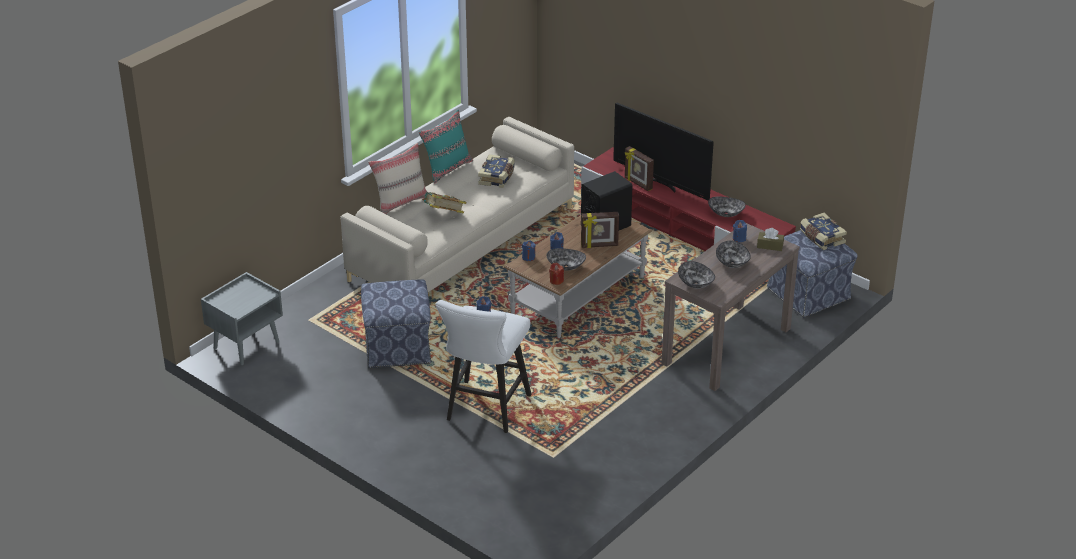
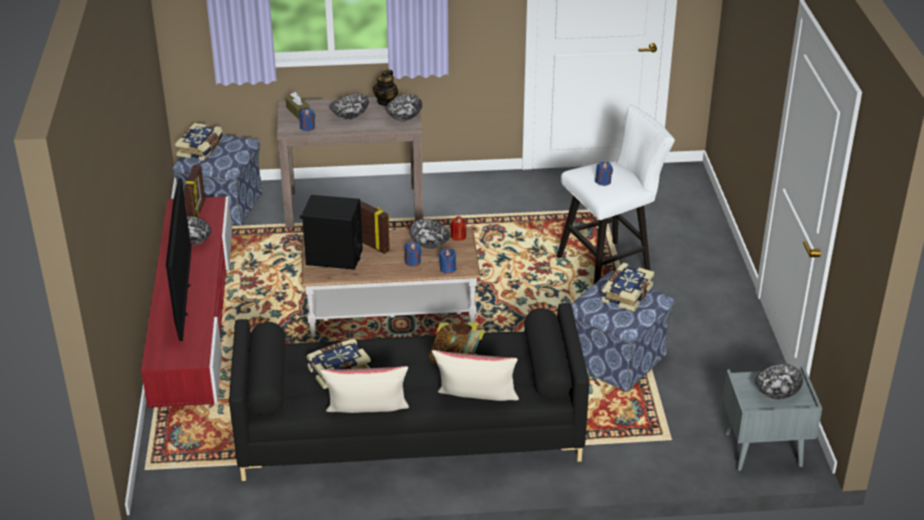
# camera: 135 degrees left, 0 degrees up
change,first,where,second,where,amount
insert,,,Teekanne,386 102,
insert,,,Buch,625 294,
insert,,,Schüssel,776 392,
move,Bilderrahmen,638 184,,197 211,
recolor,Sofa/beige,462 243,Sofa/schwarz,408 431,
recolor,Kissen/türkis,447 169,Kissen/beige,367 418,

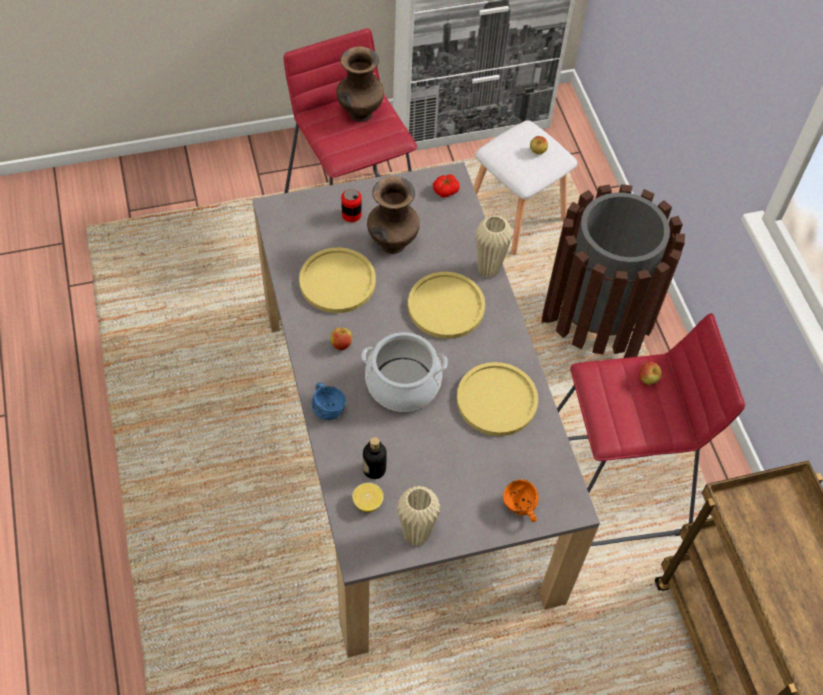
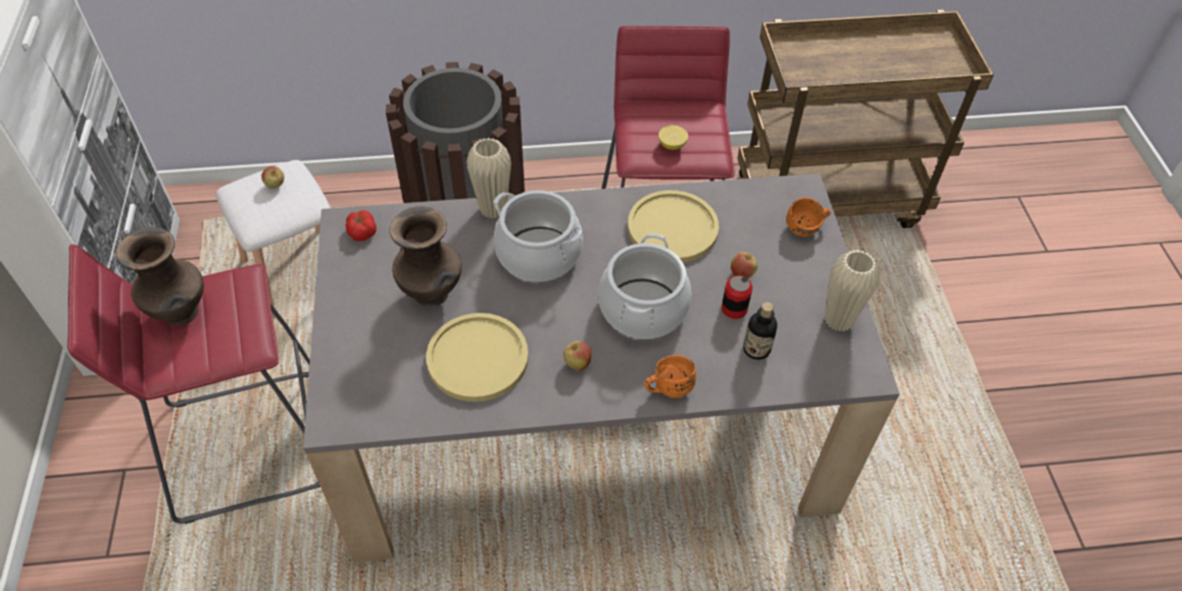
# camera: 80 degrees left, 5 degrees down
change,first,where,second,where,amount
move,Dose,351 215,,734 309,
move,Zitrone,367 502,,672 145,
move,Apfel,647 380,,742 274,
replace,Teller/gelb,446 306,Kochtopf,538 254,
recolor,Henkelbecher/blau,328 407,Henkelbecher/orange,667 387,

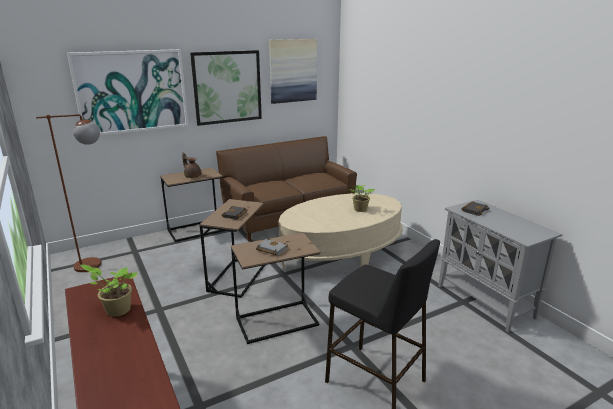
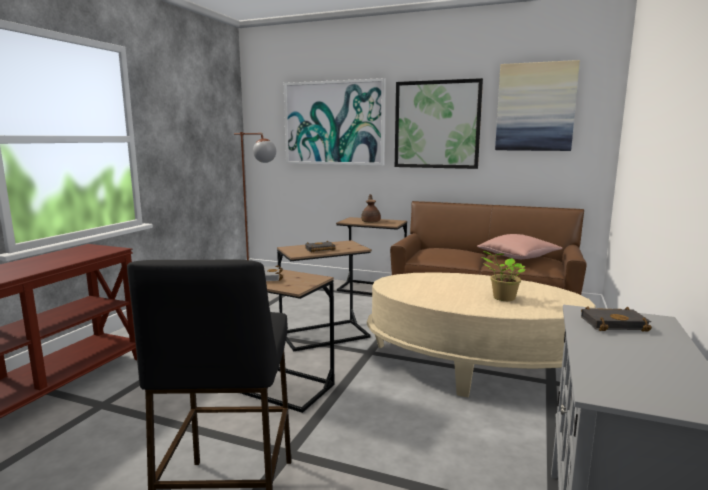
# camera: 50 degrees right, 10 degrees down
change,first,where,second,where,amount
delete,Topfpflanze,116 310,,,
insert,,,Kissen/rosa,518 256,

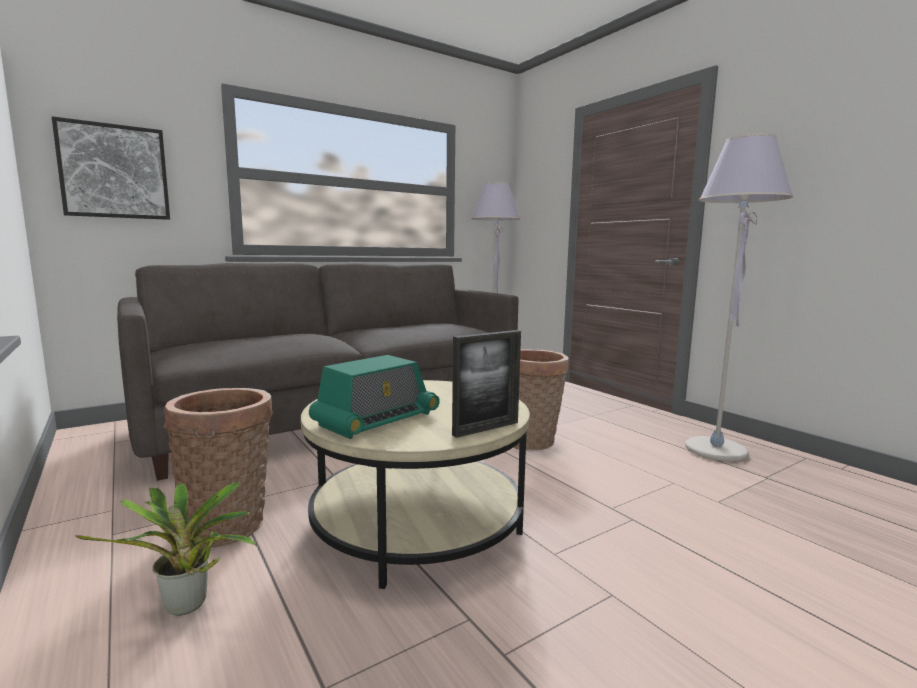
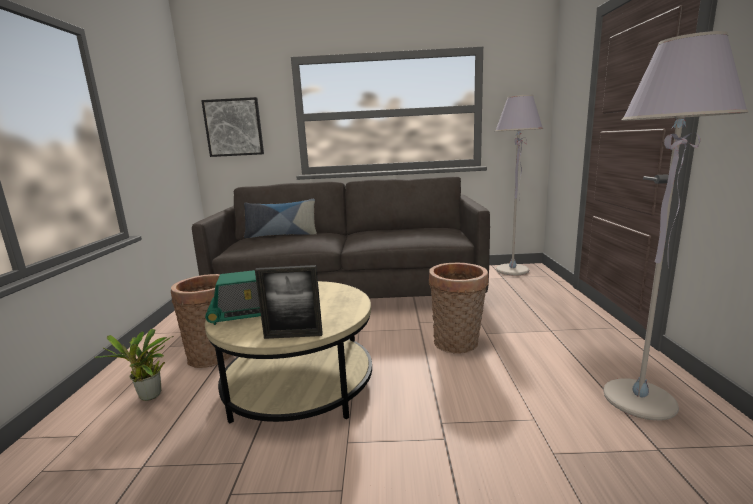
# camera: 35 degrees right, 5 degrees up
change,first,where,second,where,amount
insert,,,Kissen,281 235,

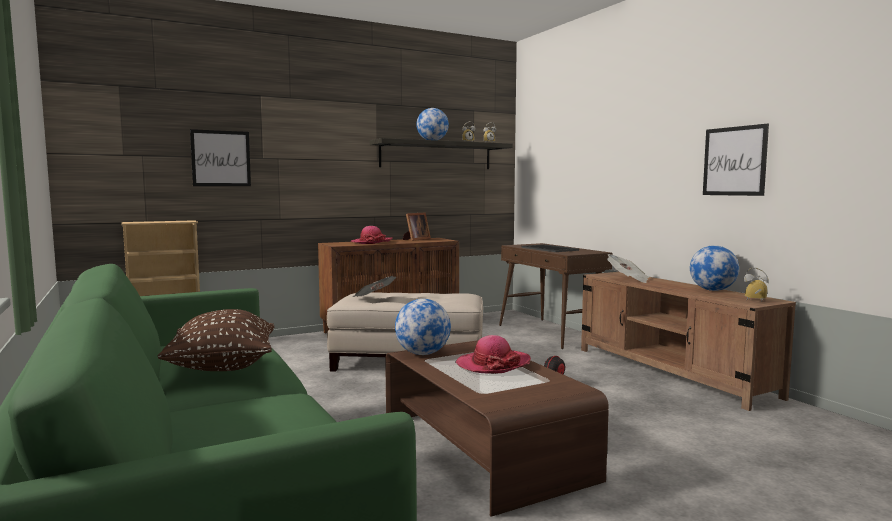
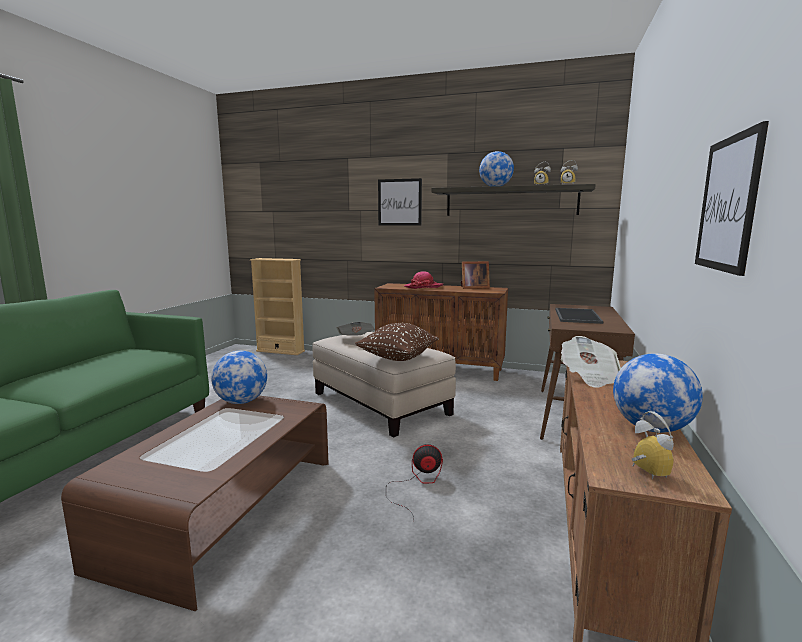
# camera: 45 degrees right, 5 degrees up
change,first,where,second,where,amount
delete,Hut,493 364,,,
move,Kissen/braun,223 367,,397 358,
move,Bild,221 158,,399 202,

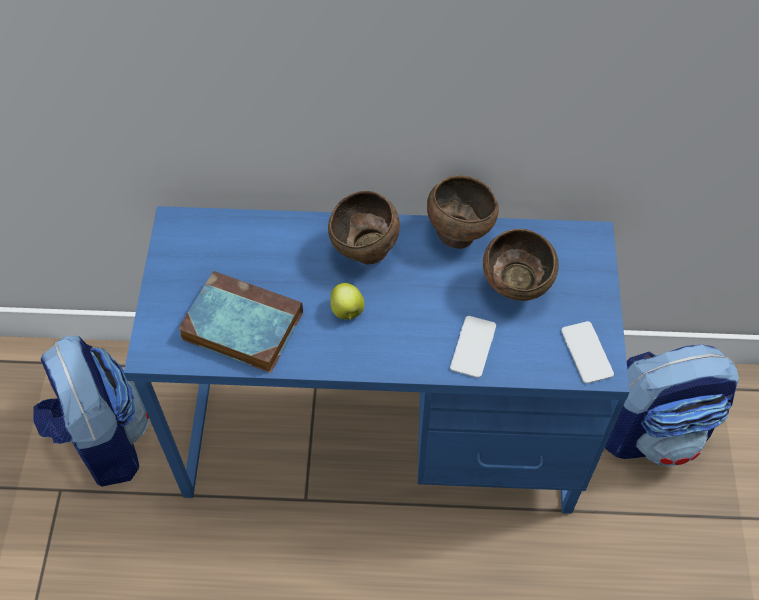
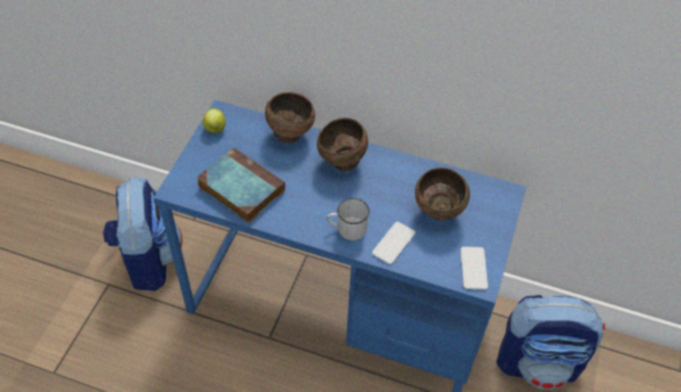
# camera: 15 degrees right, 5 degrees down
change,first,where,second,where,amount
insert,,,Henkelbecher/weiß,347 229,
move,Apfel,347 311,,215 129,
move,Schüssel/braun,458 233,,290 134,

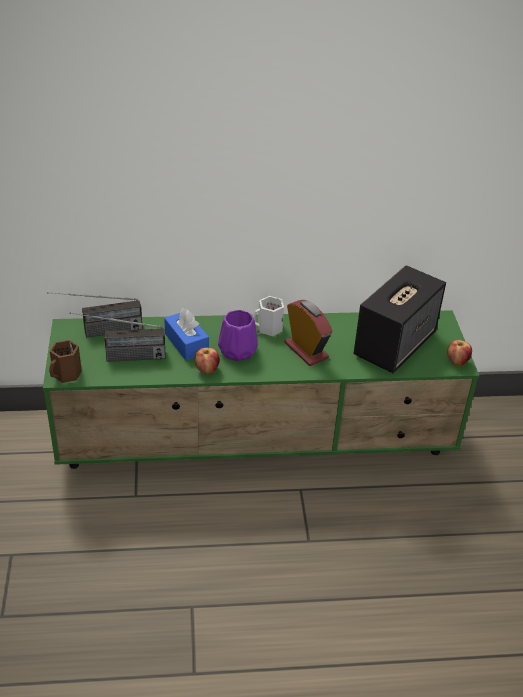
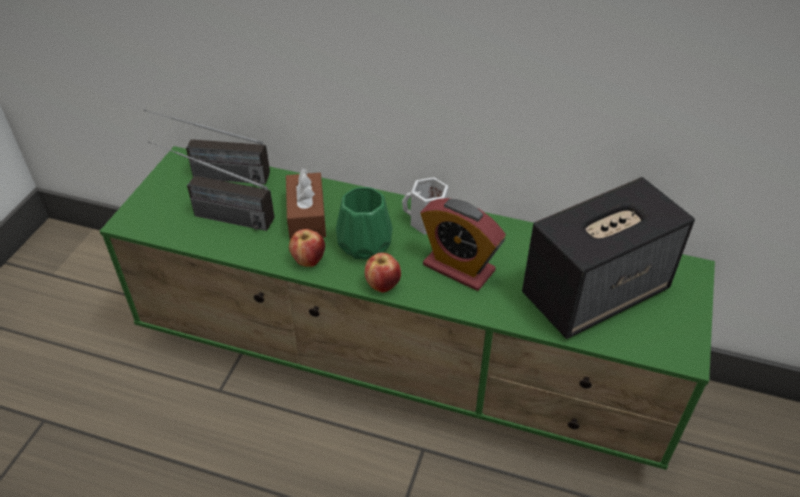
# camera: 25 degrees right, 5 degrees up
change,first,where,second,where,amount
delete,Henkelbecher/braun,67 374,,,
move,Apfel,457 362,,383 285,
recolor,Taschentuchbox/blau,186 343,Taschentuchbox/braun,306 216,
recolor,Vase/lila,237 351,Vase/grün,365 243,
rotate,Wecker,306 350,,458 268,135 degrees clockwise

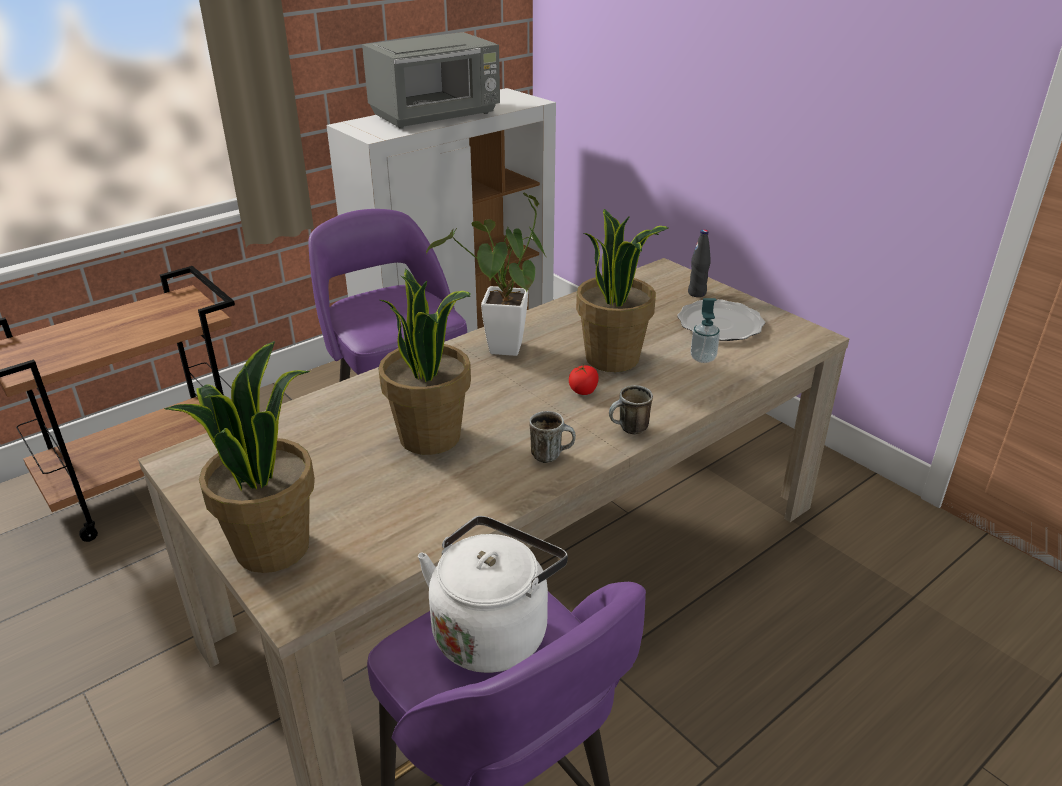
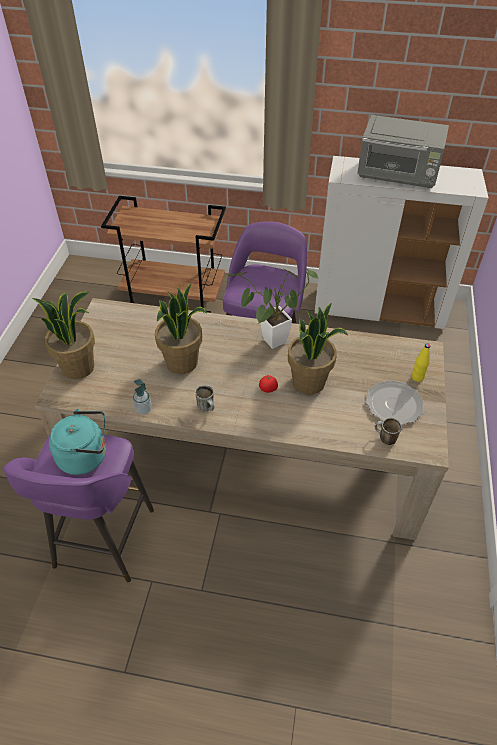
# camera: 50 degrees right, 15 degrees up
change,first,where,second,where,amount
move,Henkelbecher,629 430,,384 439,
move,Seifenspender,703 358,,143 409,
recolor,Wasserkessel/weiß,493 630,Wasserkessel/türkis,86 456,
recolor,Flasche/schwarz,697 293,Flasche/gelb,417 377,

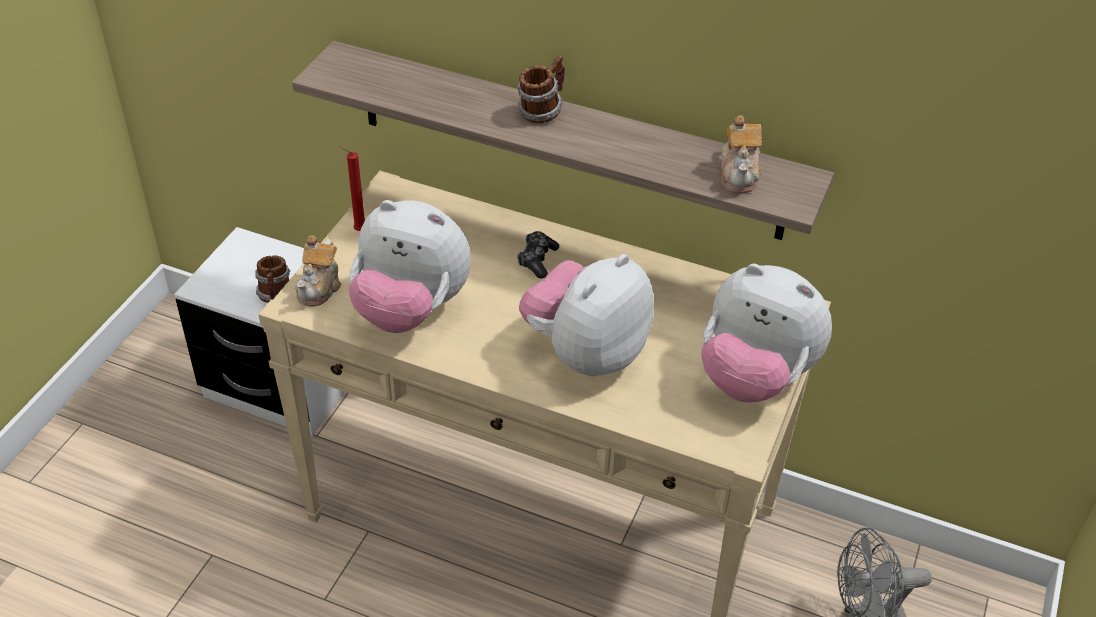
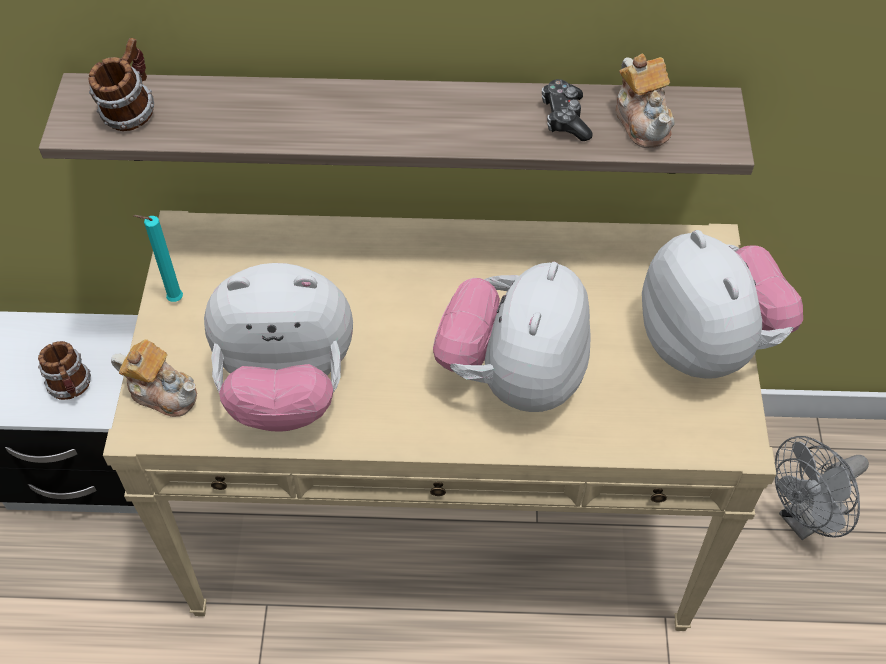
# camera: 20 degrees left, 10 degrees up
change,first,where,second,where,amount
move,Henkelbecher,541 111,,130 112,
move,Gamepad,537 260,,565 118,
recolor,Kerze/rot,358 231,Kerze/türkis,173 300,
rotate,Teekanne,320 287,,163 392,60 degrees counterclockwise
rotate,Plüschtier,755 377,,706 344,120 degrees counterclockwise

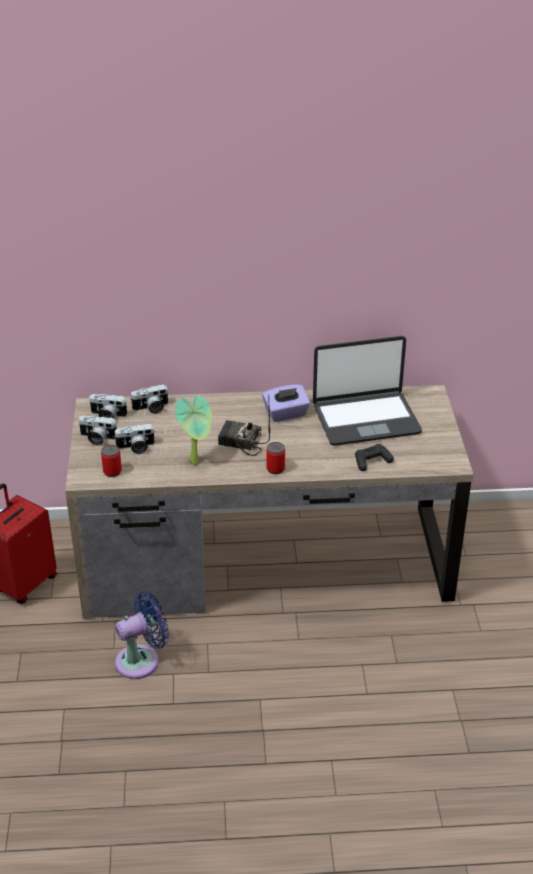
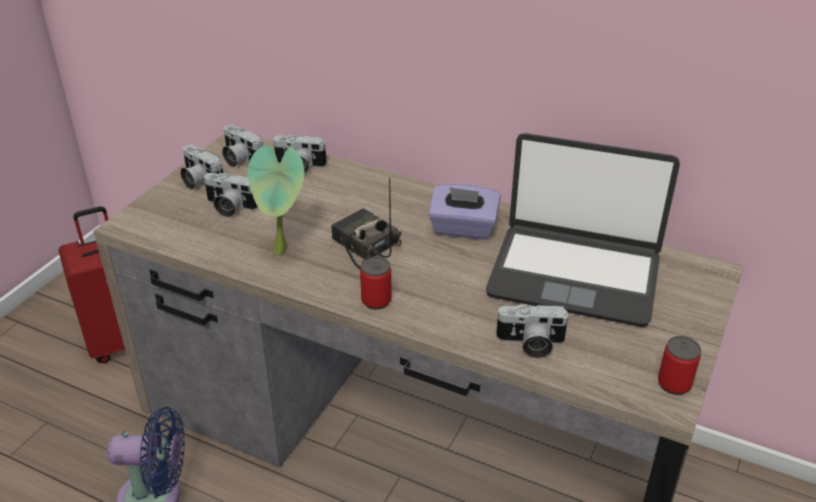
# camera: 30 degrees right, 0 degrees up
change,first,where,second,where,amount
move,Dose,112 471,,674 384,
replace,Gamepad/schwarz,372 462,Kamera,530 344,

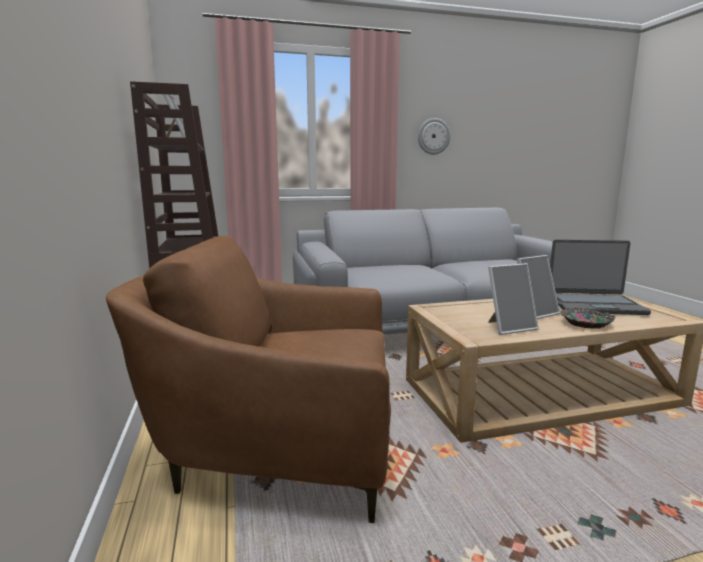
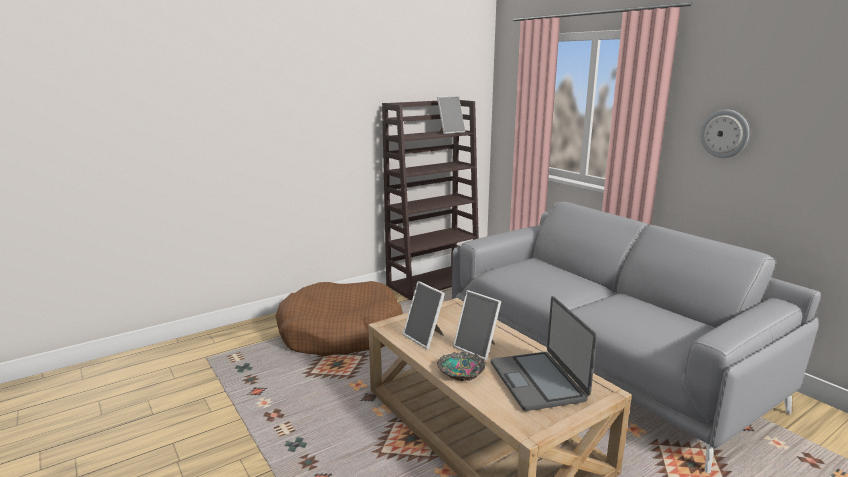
# camera: 70 degrees right, 5 degrees up
change,first,where,second,where,amount
replace,Sessel/braun,279 446,Hundebett/braun,341 333,

